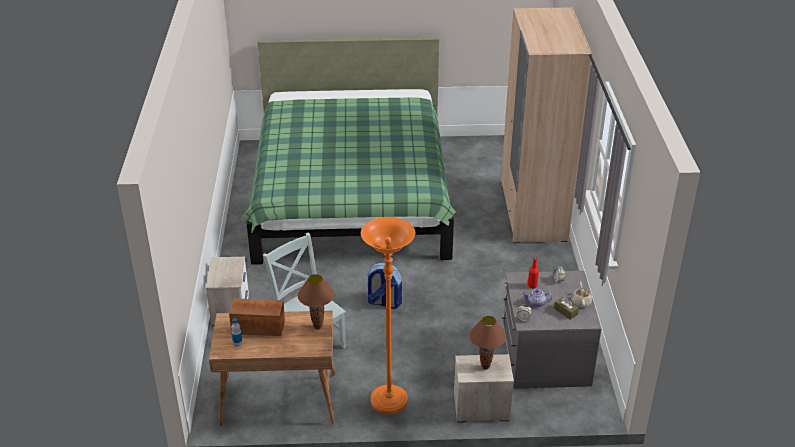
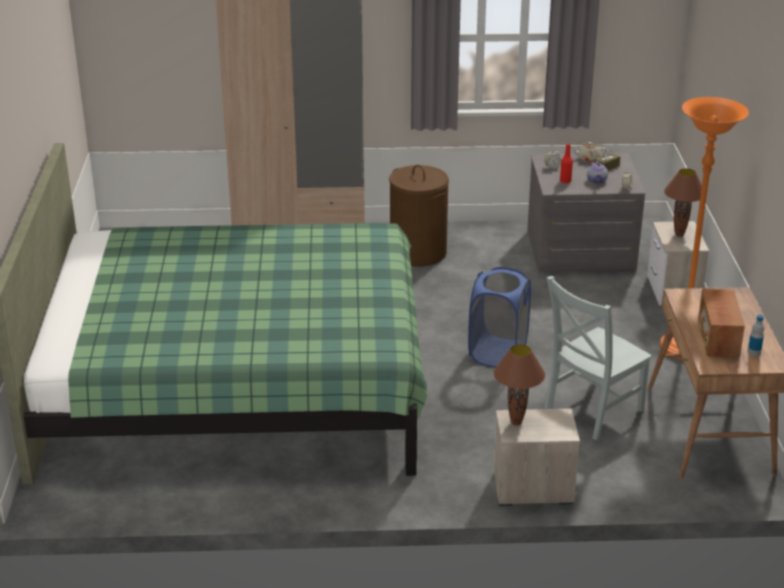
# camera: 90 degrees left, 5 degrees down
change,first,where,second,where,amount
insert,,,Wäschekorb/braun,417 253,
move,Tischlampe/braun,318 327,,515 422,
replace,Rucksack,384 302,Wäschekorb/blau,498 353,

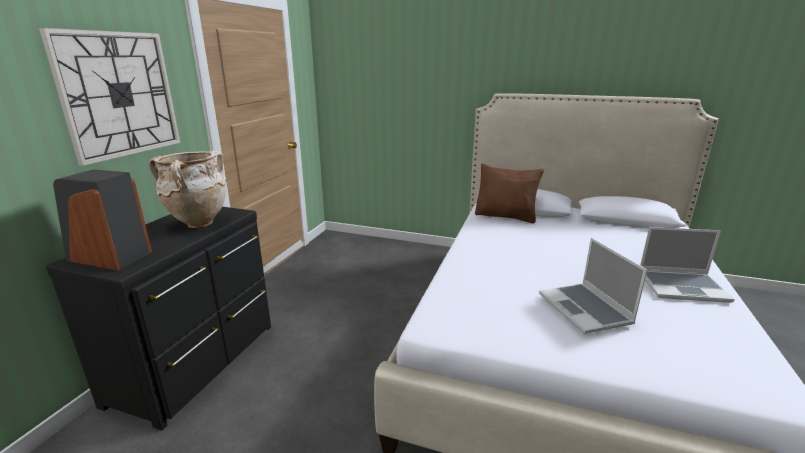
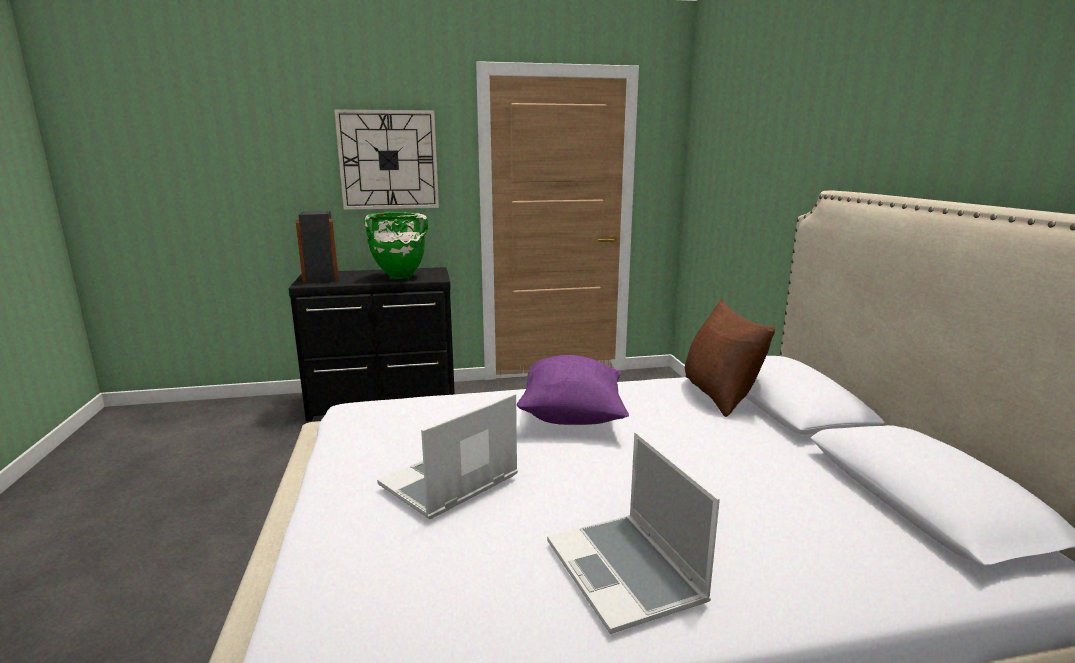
# camera: 60 degrees right, 5 degrees down
change,first,where,second,where,amount
insert,,,Kissen/lila,572 416,
recolor,Vase/beige,198 225,Vase/grün,398 277,

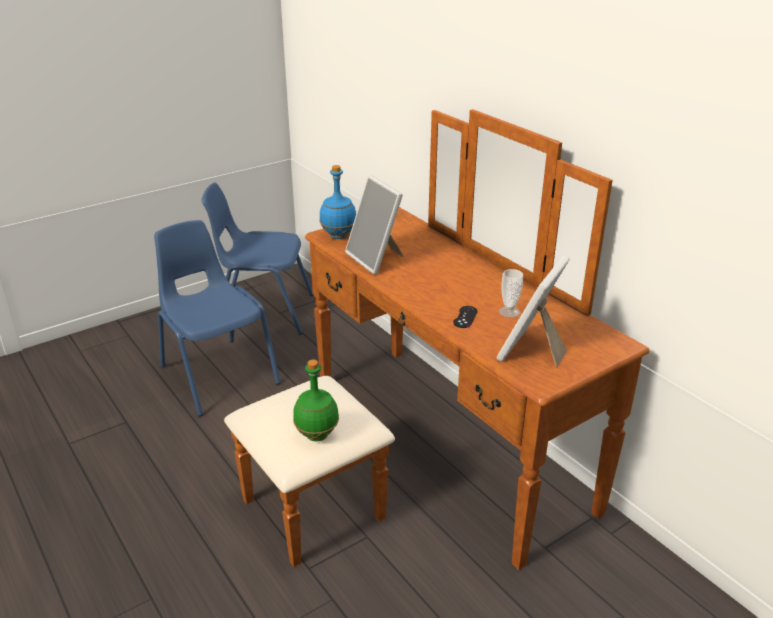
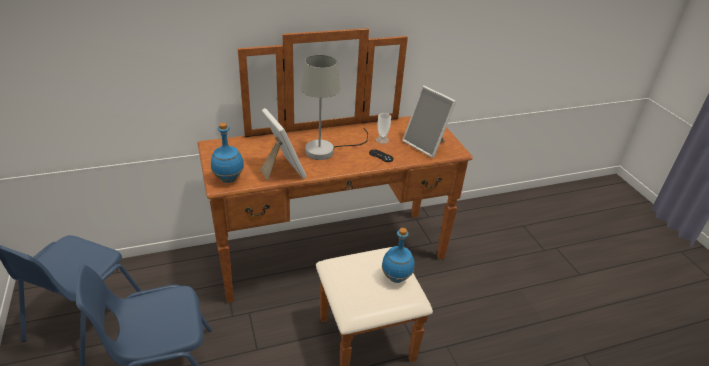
# camera: 75 degrees left, 5 degrees up
change,first,where,second,where,amount
insert,,,Tischlampe/grau,327 149,
recolor,Flasche/grün,316 435,Flasche/blau,396 278,
rotate,Bilderrahmen,376 259,,282 170,105 degrees counterclockwise

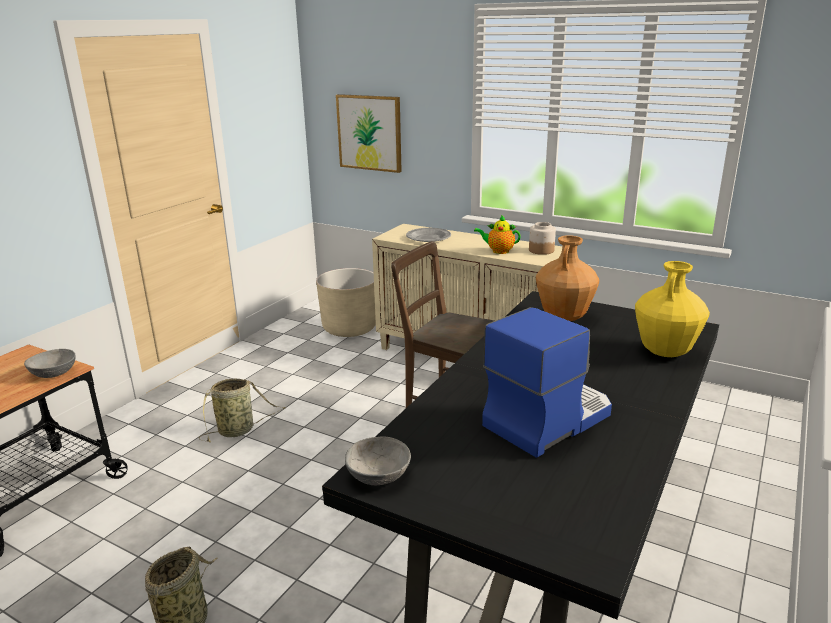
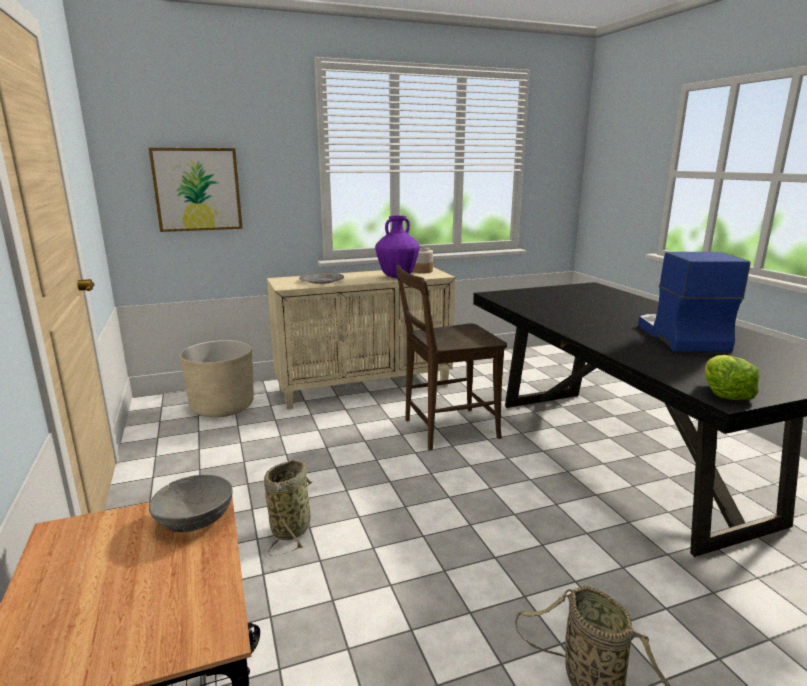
# camera: 50 degrees left, 5 degrees down
change,first,where,second,where,amount
delete,Vase/braun,564 317,,,
delete,Vase/gelb,665 352,,,
replace,Schüssel/grau,377 475,Salatkopf,724 393,
replace,Teekanne,498 251,Vase/lila,397 277,

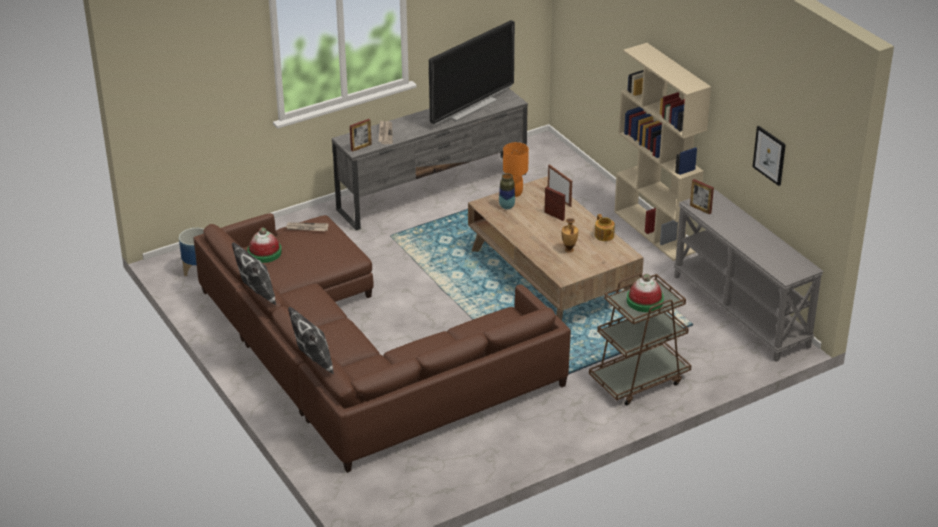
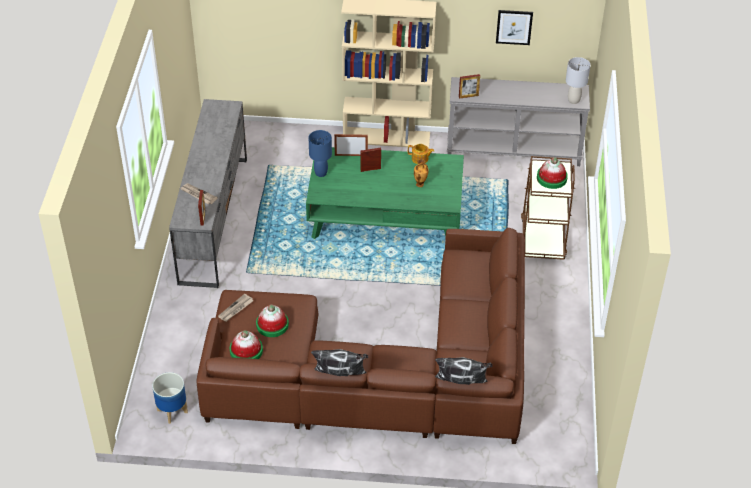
# camera: 55 degrees left, 10 degrees up
change,first,where,second,where,amount
delete,Fernseher,470 107,,,
delete,Vase,506 206,,,
insert,,,Hut,272 325,
insert,,,Tischlampe/grau,574 100,
recolor,Couchtisch/braun,552 274,Couchtisch/grün,385 214,
recolor,Tischlampe/orange,515 193,Tischlampe/blau,321 173,

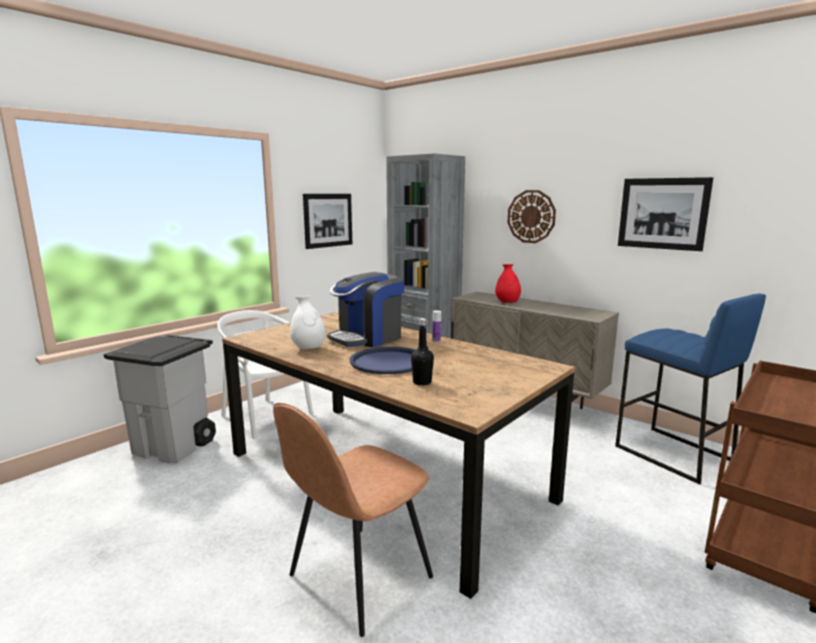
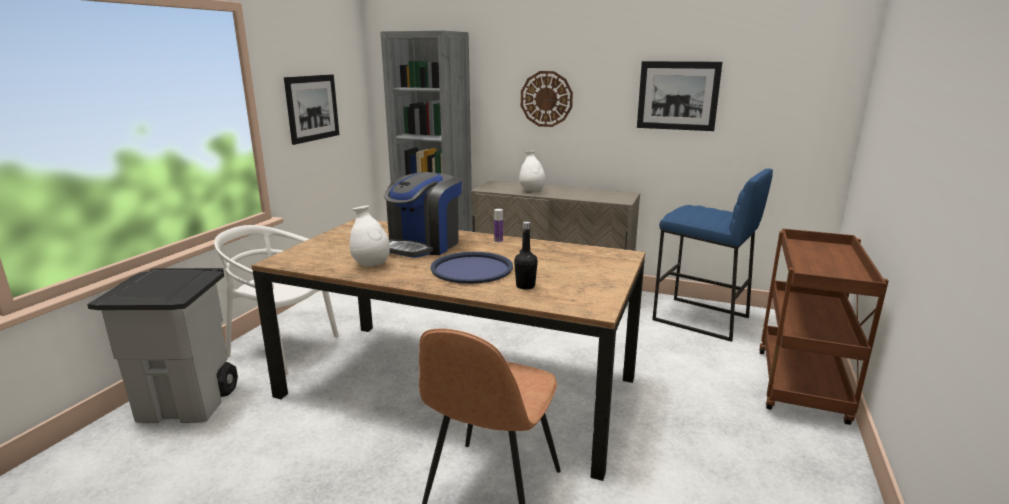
# camera: 20 degrees left, 5 degrees up
change,first,where,second,where,amount
recolor,Vase/rot,507 303,Vase/weiß,532 191,

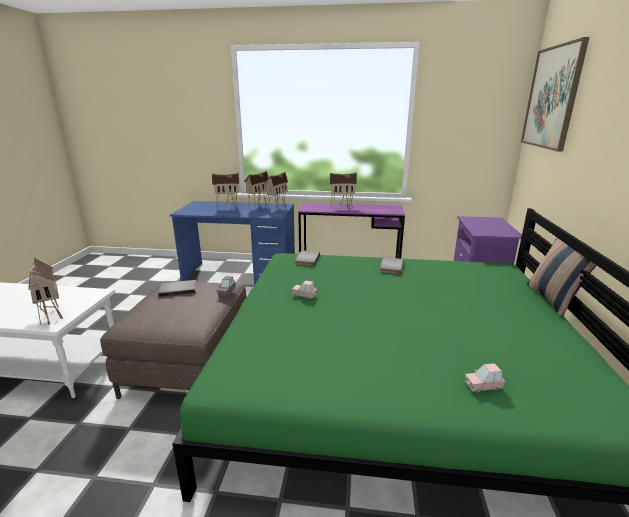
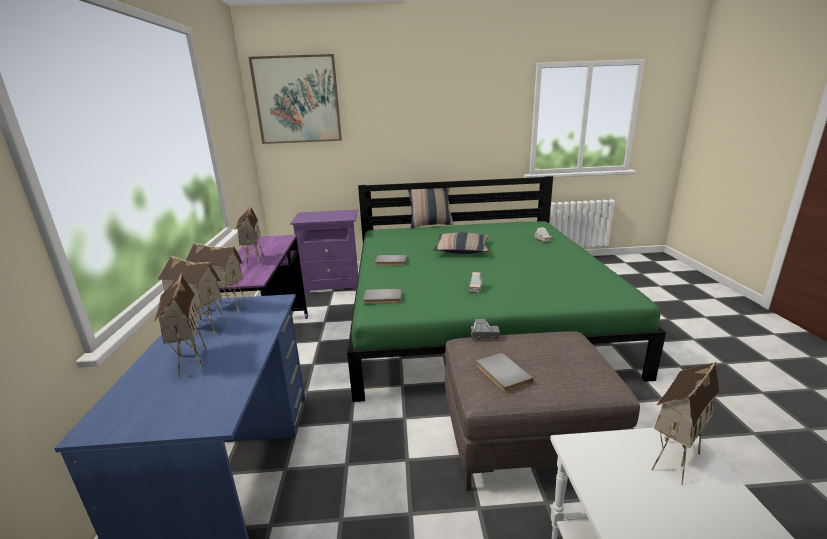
# camera: 100 degrees left, 0 degrees up
change,first,where,second,where,amount
insert,,,Kissen,462 249,

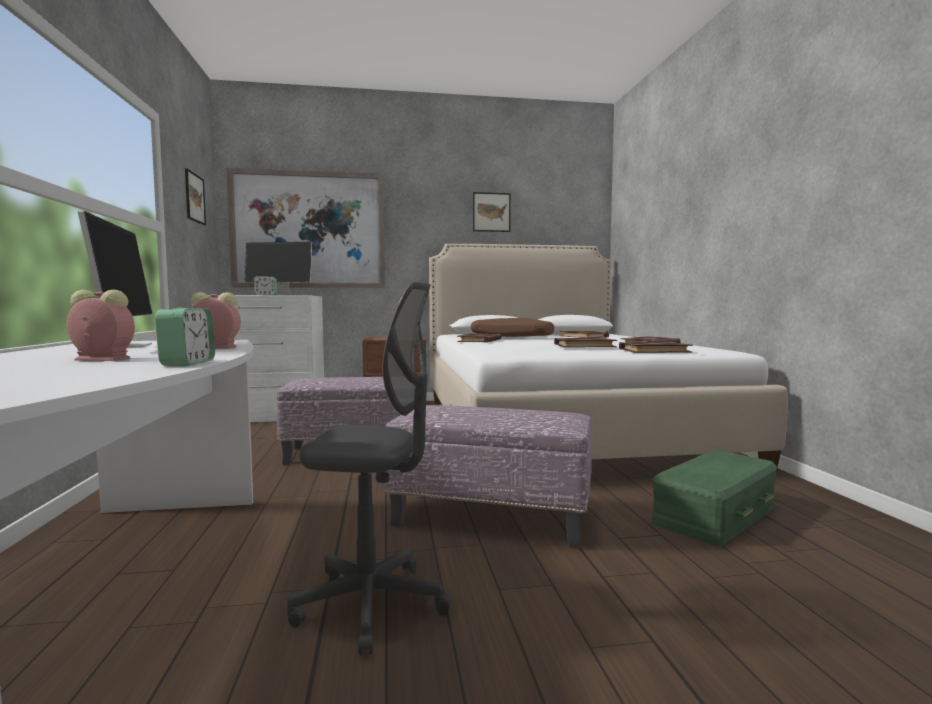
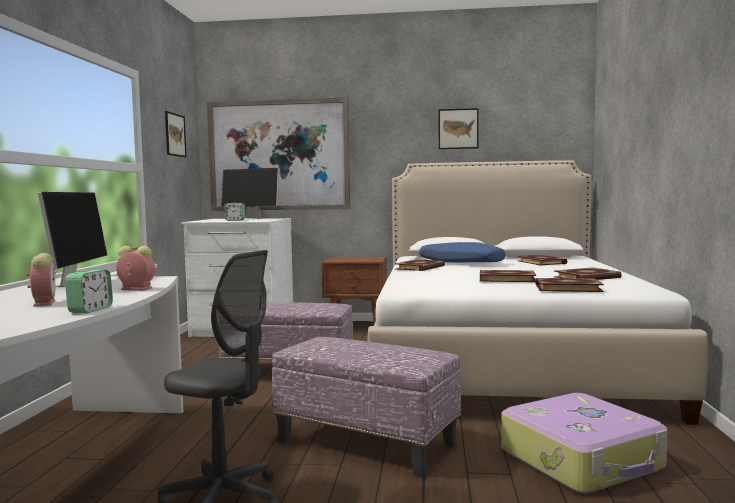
# camera: 15 degrees right, 0 degrees up
change,first,where,second,where,amount
replace,Aufbewahrungsbox/grün,713 514,Koffer,582 460,
recolor,Kissen/braun,511 337,Kissen/blau,461 263,
rotate,Wecker,100 359,,44 303,45 degrees clockwise

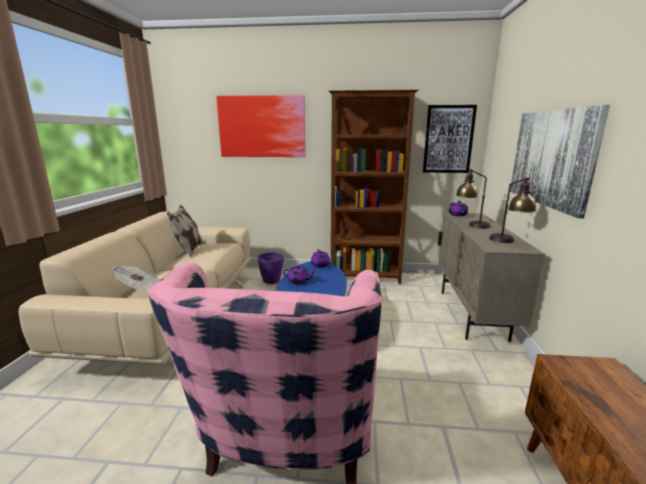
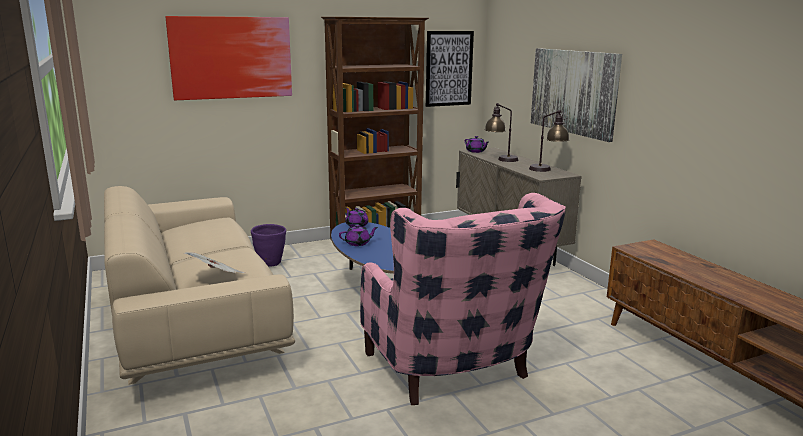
# camera: 30 degrees left, 0 degrees up
change,first,where,second,where,amount
delete,Kissen,188 251,,,

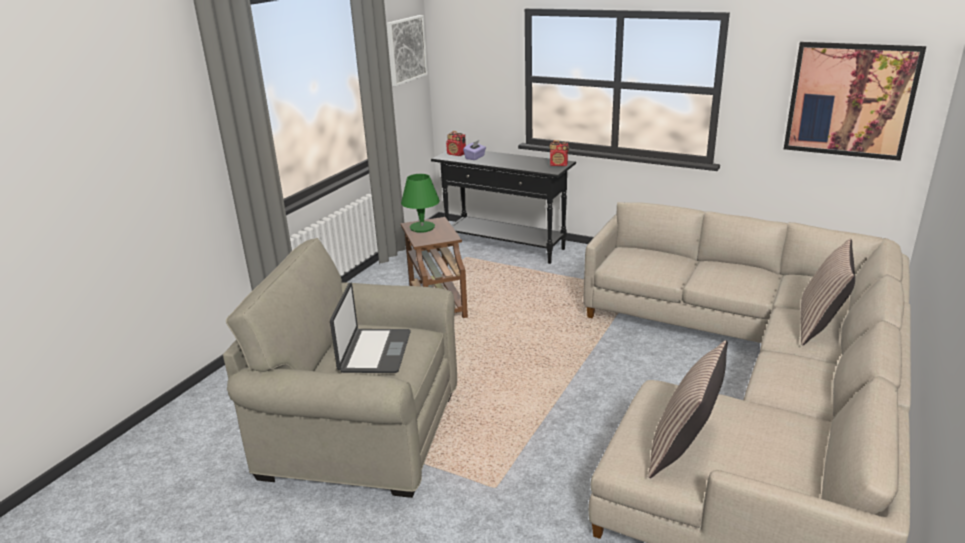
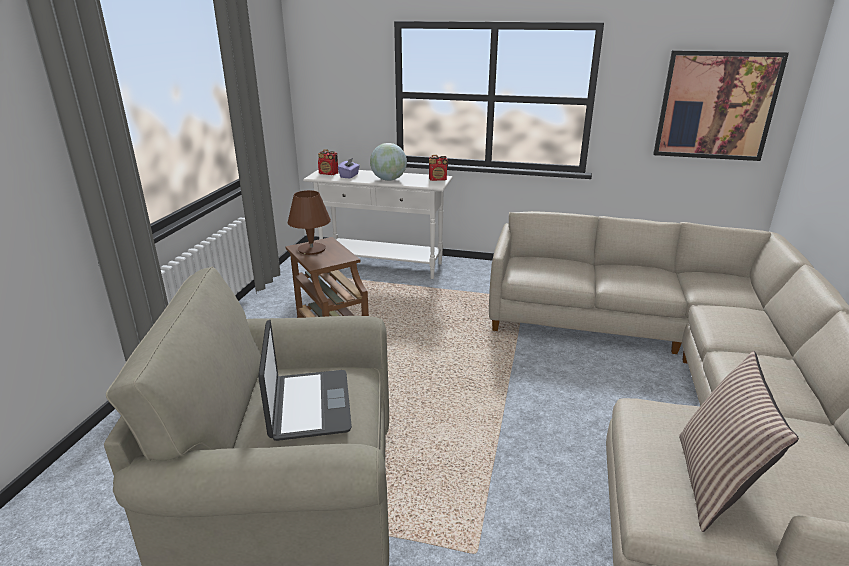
# camera: 15 degrees left, 0 degrees up
change,first,where,second,where,amount
delete,Bild,406 50,,,
delete,Kissen,819 326,,,
insert,,,Globus,388 179,
recolor,Tischlampe/grün,422 228,Tischlampe/braun,311 249,
recolor,Konsolentisch/schwarz,505 247,Konsolentisch/weiß,382 265,

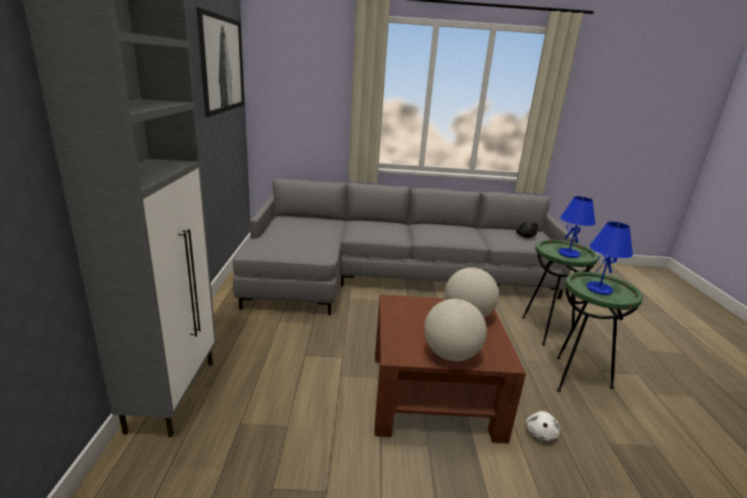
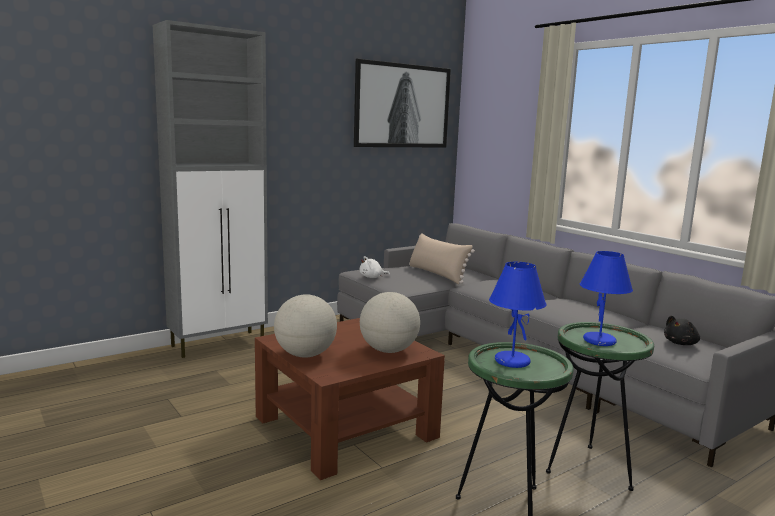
# camera: 55 degrees right, 10 degrees down
change,first,where,second,where,amount
insert,,,Kissen/beige,437 274,
move,Plüschtier/weiß,541 433,,372 277,

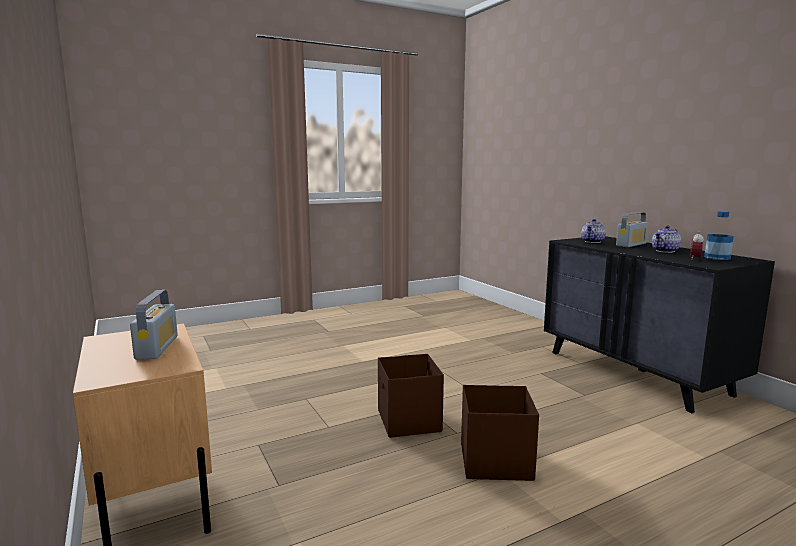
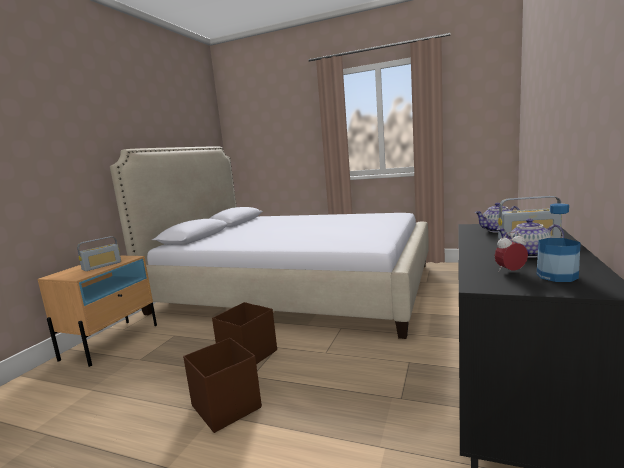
# camera: 50 degrees right, 0 degrees up
change,first,where,second,where,amount
insert,,,Bett,295 288,

